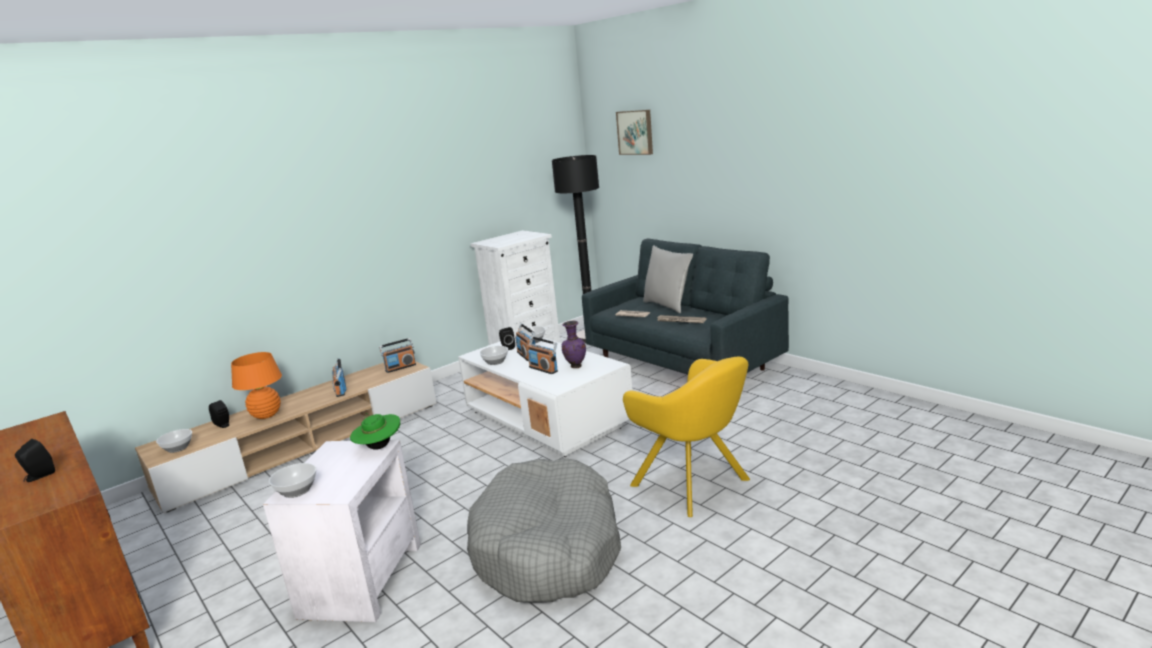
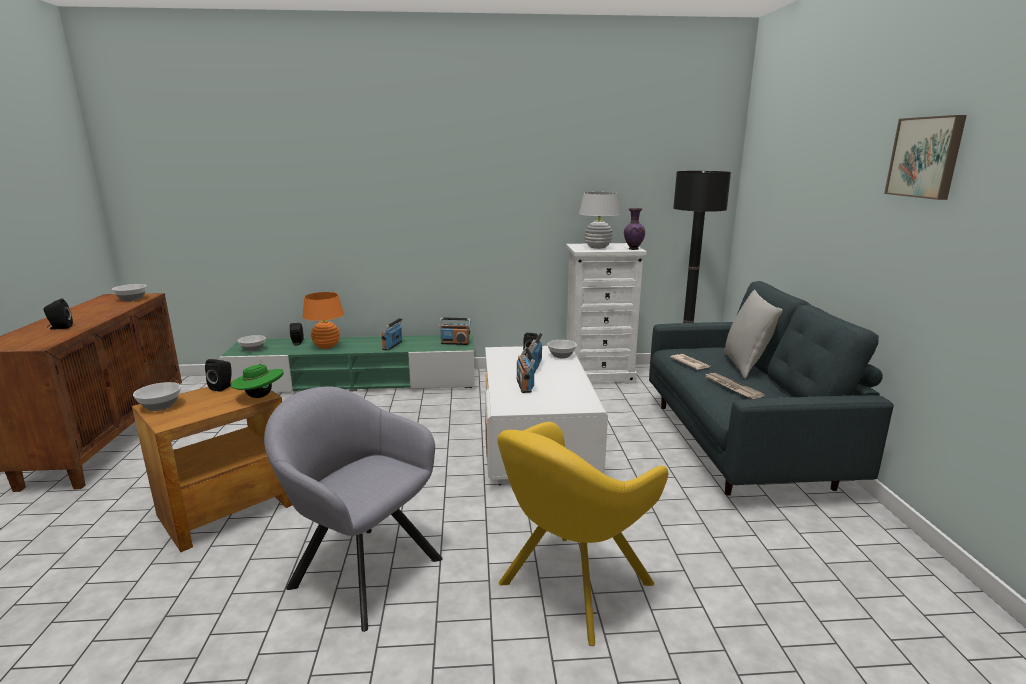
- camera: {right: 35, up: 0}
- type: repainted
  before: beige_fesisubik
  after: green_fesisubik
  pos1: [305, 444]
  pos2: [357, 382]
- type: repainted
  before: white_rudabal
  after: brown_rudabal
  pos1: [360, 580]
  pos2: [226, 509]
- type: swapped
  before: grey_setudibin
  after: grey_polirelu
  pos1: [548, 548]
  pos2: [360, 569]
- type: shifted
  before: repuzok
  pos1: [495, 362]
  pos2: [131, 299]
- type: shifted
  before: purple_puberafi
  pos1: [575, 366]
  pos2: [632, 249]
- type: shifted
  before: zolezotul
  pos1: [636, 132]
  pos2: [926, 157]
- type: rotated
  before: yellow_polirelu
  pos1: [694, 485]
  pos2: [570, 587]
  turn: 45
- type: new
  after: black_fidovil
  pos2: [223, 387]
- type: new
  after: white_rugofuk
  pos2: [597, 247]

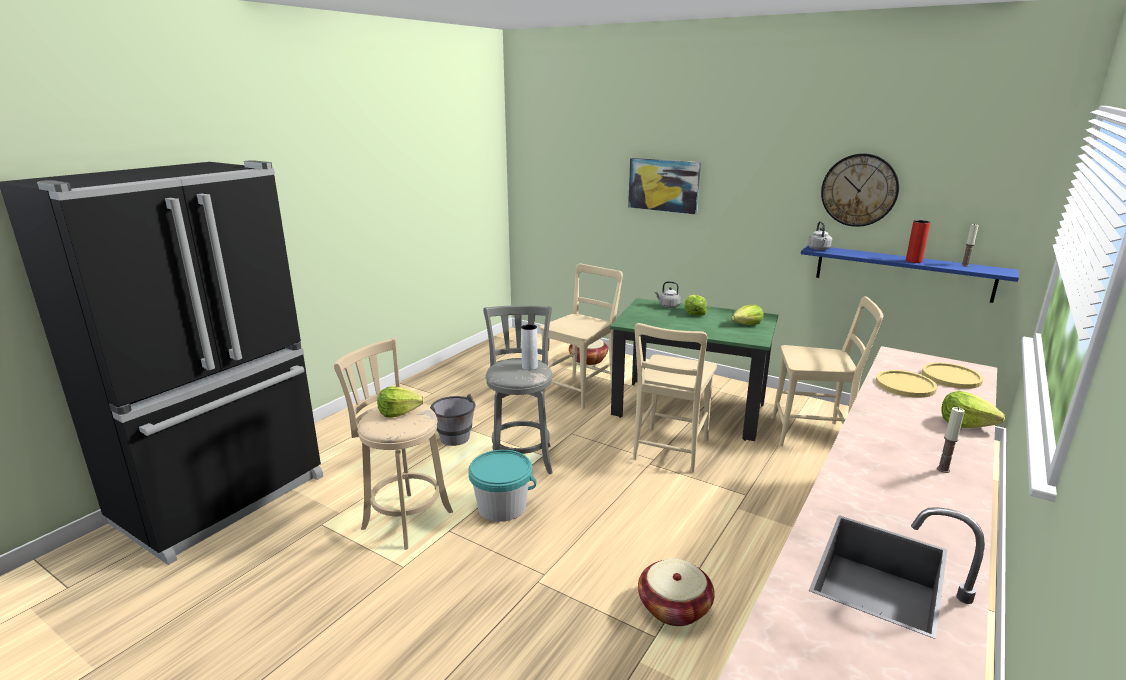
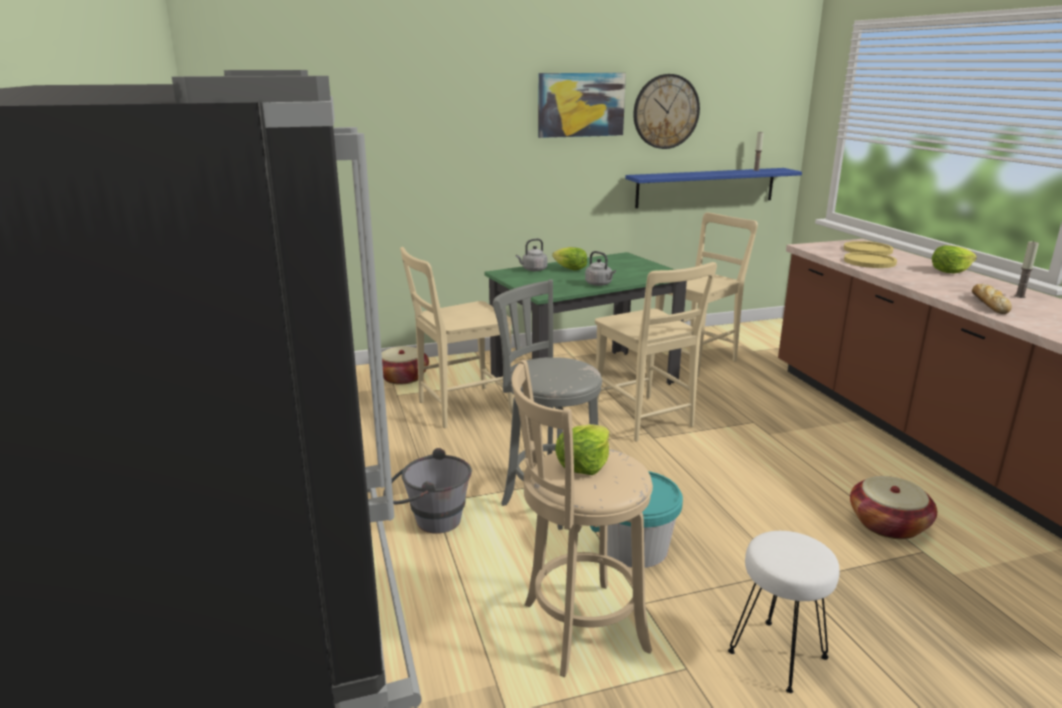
- camera: {right: -50, up: 0}
- type: gone
  before: grey_puberafi
  pos1: [529, 367]
- type: rotated
  before: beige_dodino
  pos1: [580, 390]
  pos2: [460, 408]
  turn: -105
- type: shifted
  before: zolezotul
  pos1: [663, 185]
  pos2: [581, 105]
- type: gone
  before: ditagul
  pos1: [747, 325]
- type: shifted
  before: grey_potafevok
  pos1: [819, 249]
  pos2: [599, 284]
- type: gone
  before: red_puberafi
  pos1: [913, 261]
- type: new
  after: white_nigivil
  pos2: [776, 655]
- type: new
  after: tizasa
  pos2: [988, 304]

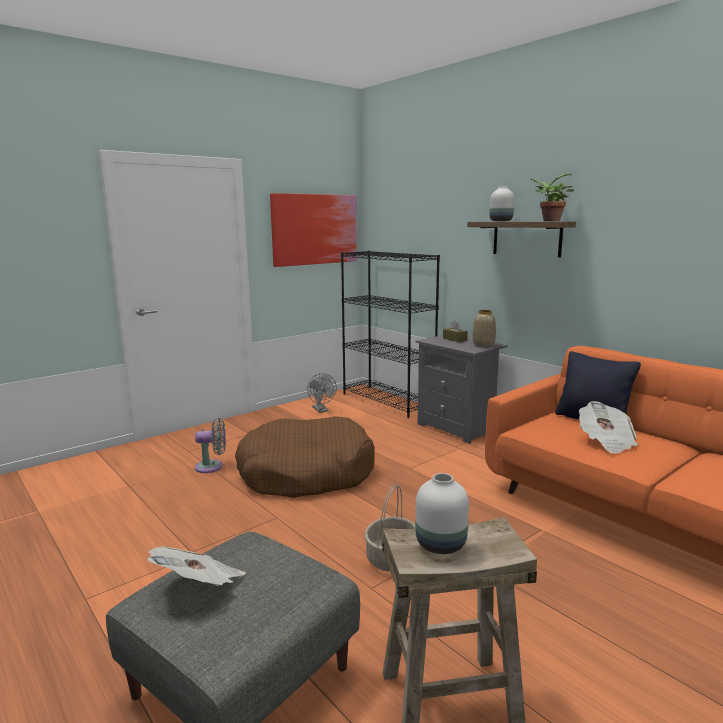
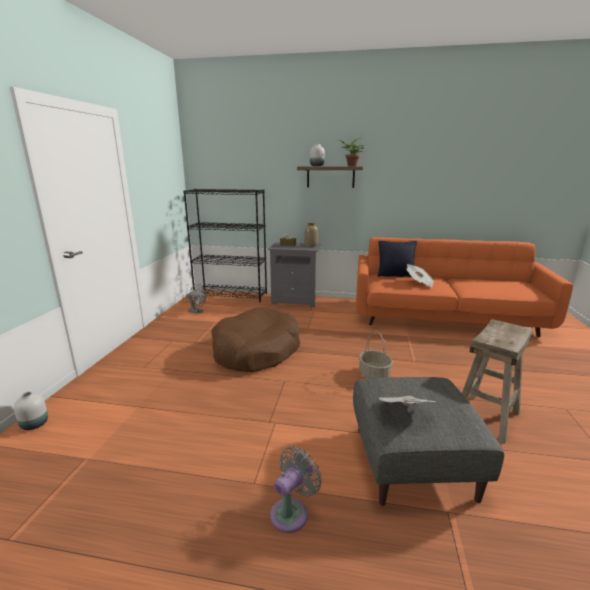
- camera: {right: -40, up: 5}
- type: shifted
  before: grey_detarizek
  pos1: [212, 466]
  pos2: [292, 512]
- type: gone
  before: zolezotul
  pos1: [315, 229]
- type: shifted
  before: white_puberafi
  pos1: [441, 545]
  pos2: [35, 424]

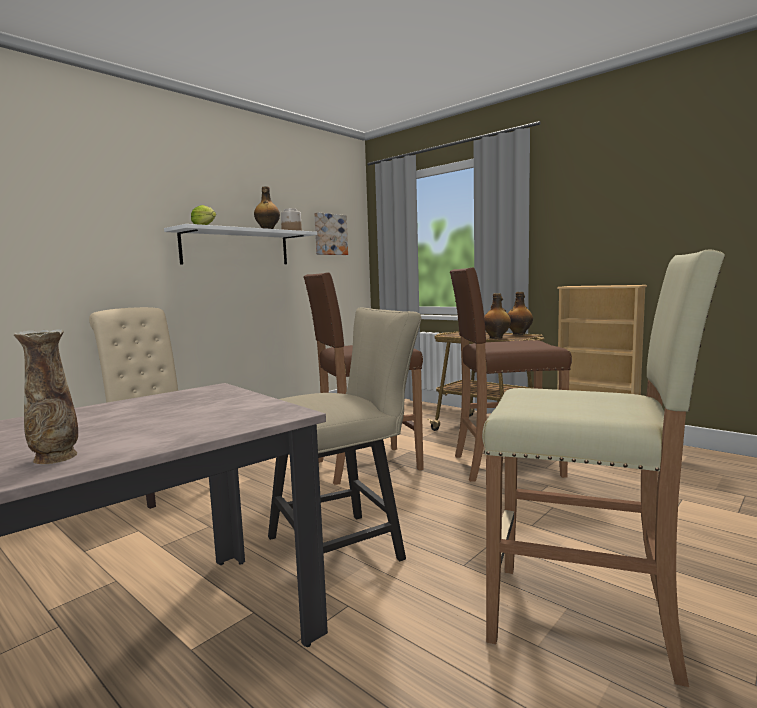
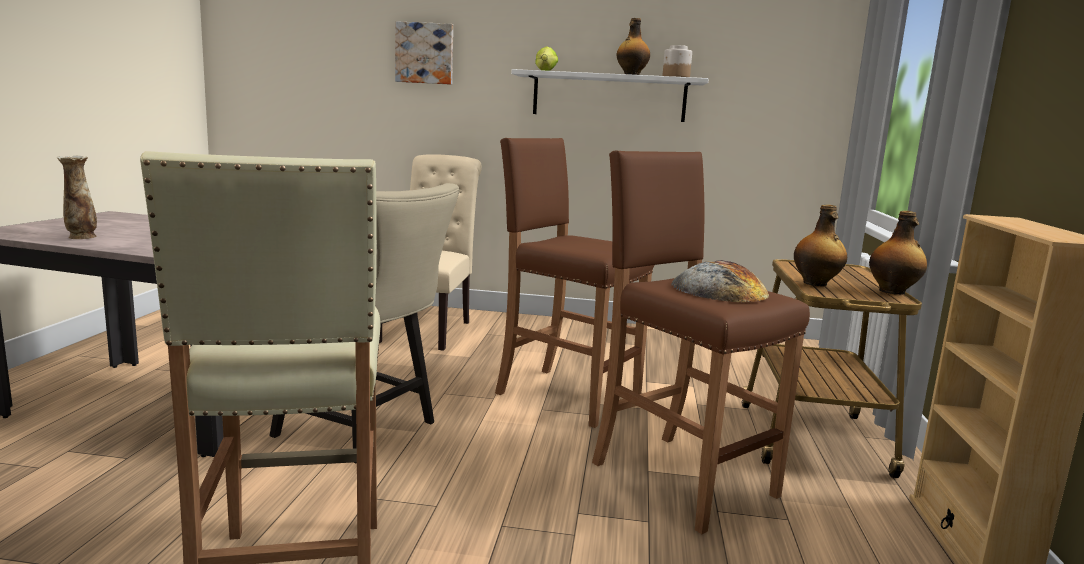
- camera: {right: 55, up: 5}
- type: shifted
  before: zolezotul
  pos1: [330, 234]
  pos2: [425, 53]
- type: new
  after: tizasa
  pos2: [718, 290]

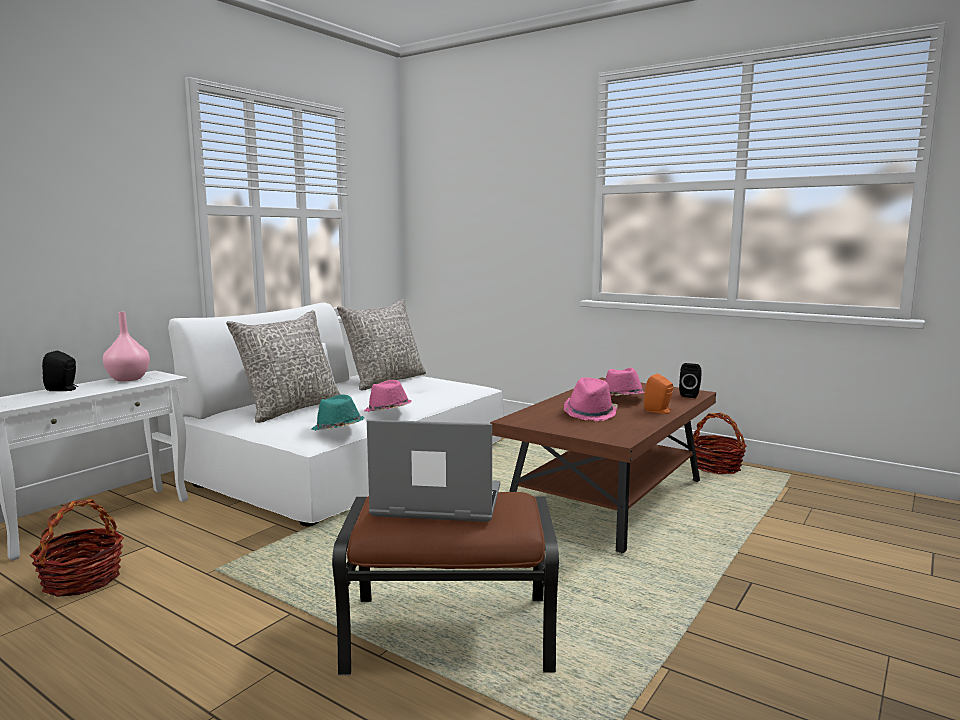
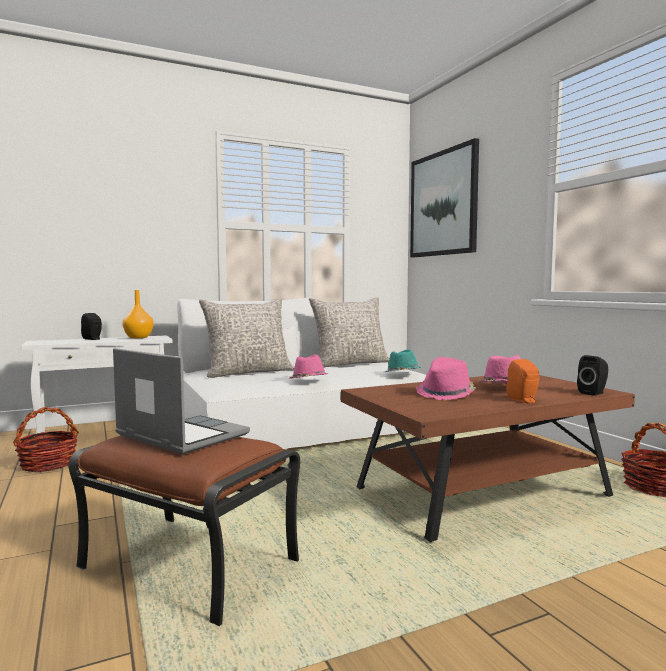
- camera: {right: 30, up: -5}
- type: repainted
  before: pink_puberafi
  after: orange_puberafi
  pos1: [127, 379]
  pos2: [138, 337]
- type: shifted
  before: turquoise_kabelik
  pos1: [337, 429]
  pos2: [402, 374]
- type: new
  after: zolezotul
  pos2: [443, 203]

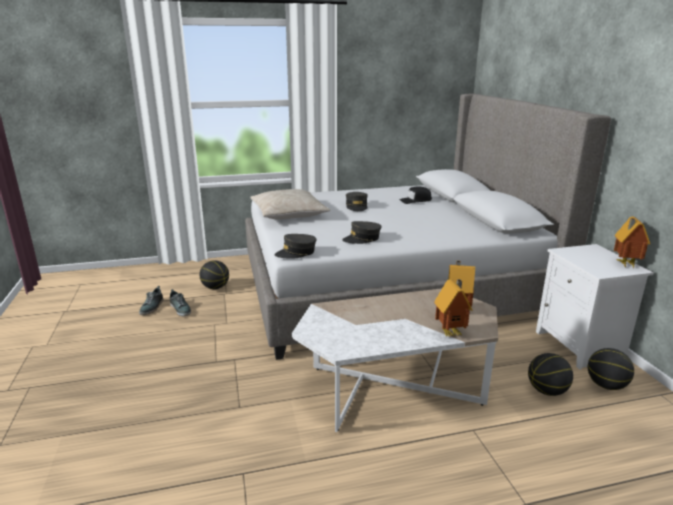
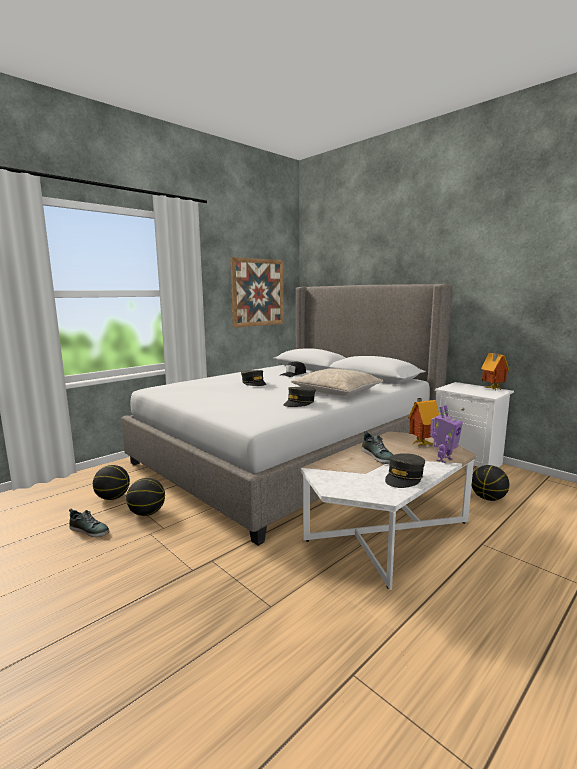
- camera: {right: -30, up: -10}
- type: shifted
  before: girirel
  pos1: [152, 307]
  pos2: [378, 456]
- type: shifted
  before: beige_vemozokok
  pos1: [288, 213]
  pos2: [337, 391]
- type: shifted
  before: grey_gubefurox
  pos1: [296, 253]
  pos2: [404, 478]
- type: swapped
  before: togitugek
  after: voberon
  pos1: [451, 332]
  pos2: [443, 459]
- type: shifted
  before: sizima
  pos1: [606, 385]
  pos2: [147, 513]
- type: new
  after: zolezotul
  pos2: [257, 292]

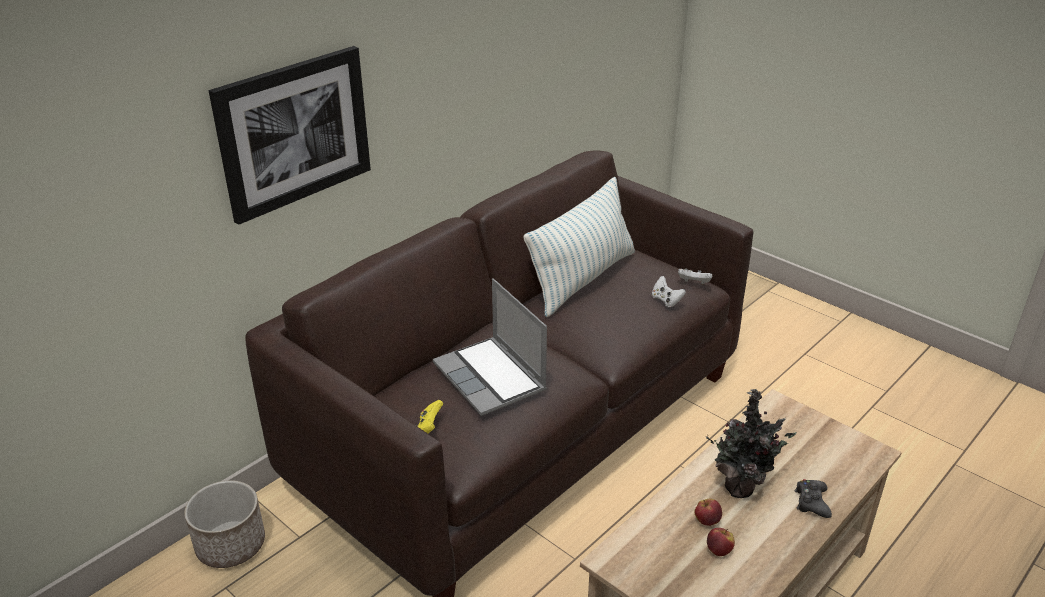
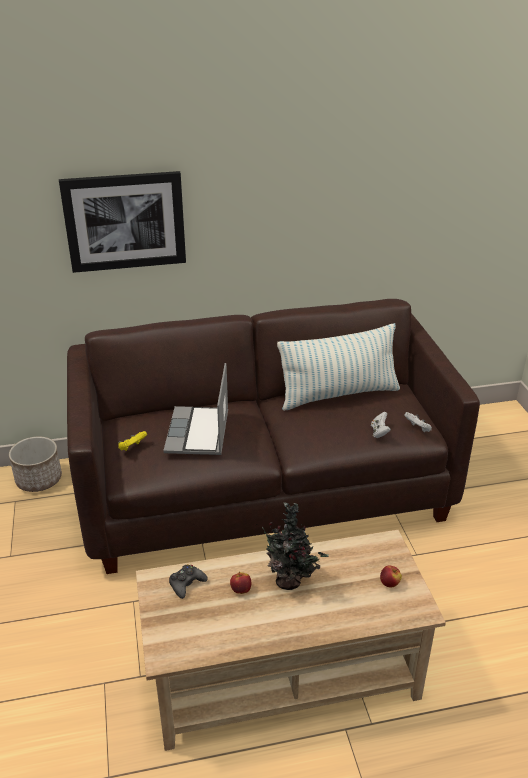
- camera: {right: 35, up: 0}
- type: shifted
  before: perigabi
  pos1: [718, 550]
  pos2: [389, 583]
- type: shifted
  before: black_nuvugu
  pos1: [811, 502]
  pos2: [186, 584]

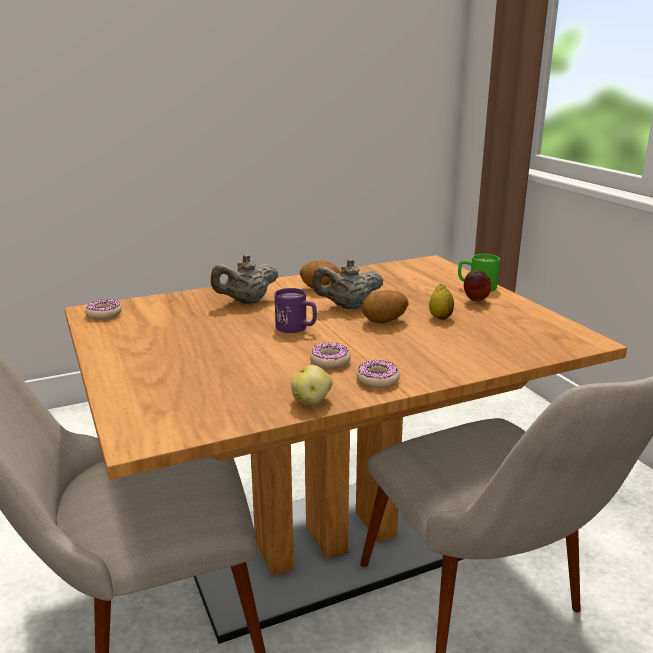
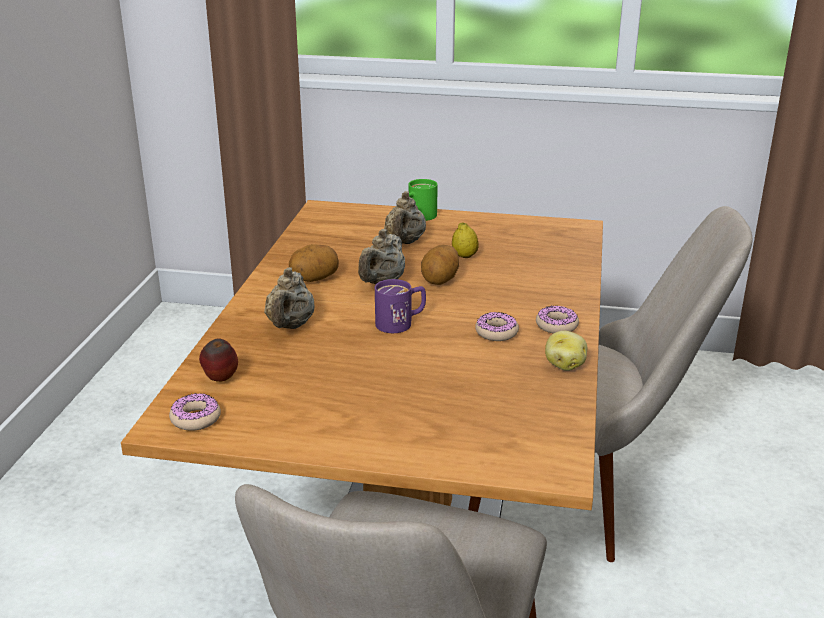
- camera: {right: -55, up: 5}
- type: shifted
  before: perigabi
  pos1: [475, 301]
  pos2: [220, 380]
- type: new
  after: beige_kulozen
  pos2: [404, 242]

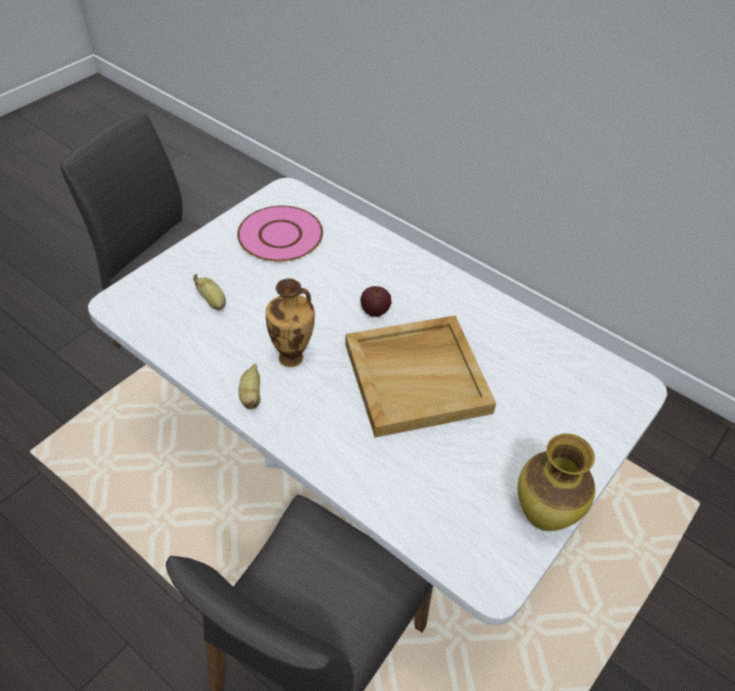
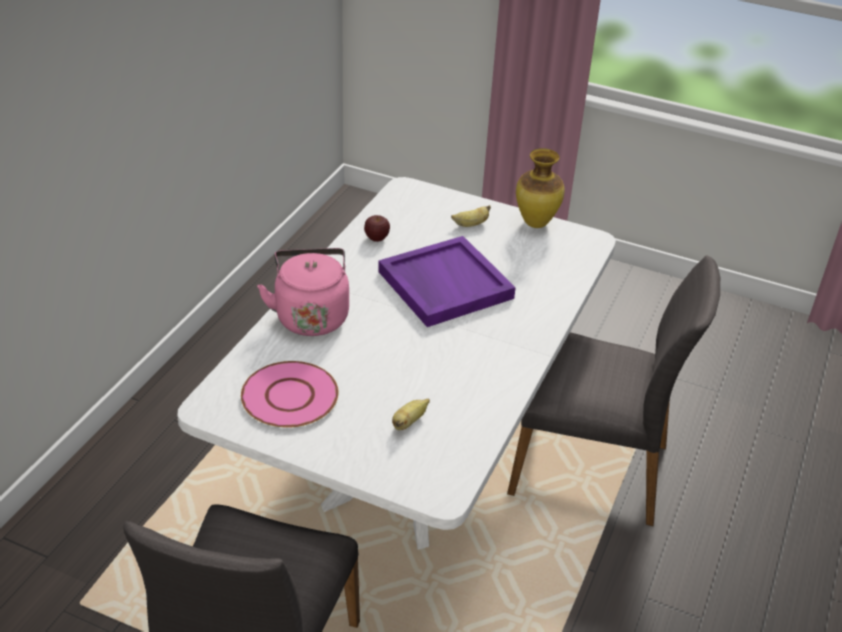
- camera: {right: -105, up: -10}
- type: shifted
  before: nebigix
  pos1: [251, 395]
  pos2: [470, 224]
- type: gone
  before: puberafi
  pos1: [293, 358]
- type: repainted
  before: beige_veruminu
  after: purple_veruminu
  pos1: [417, 377]
  pos2: [444, 284]
- type: shifted
  before: perigabi
  pos1: [375, 311]
  pos2: [376, 238]
- type: new
  after: pink_potafevok
  pos2: [311, 316]

